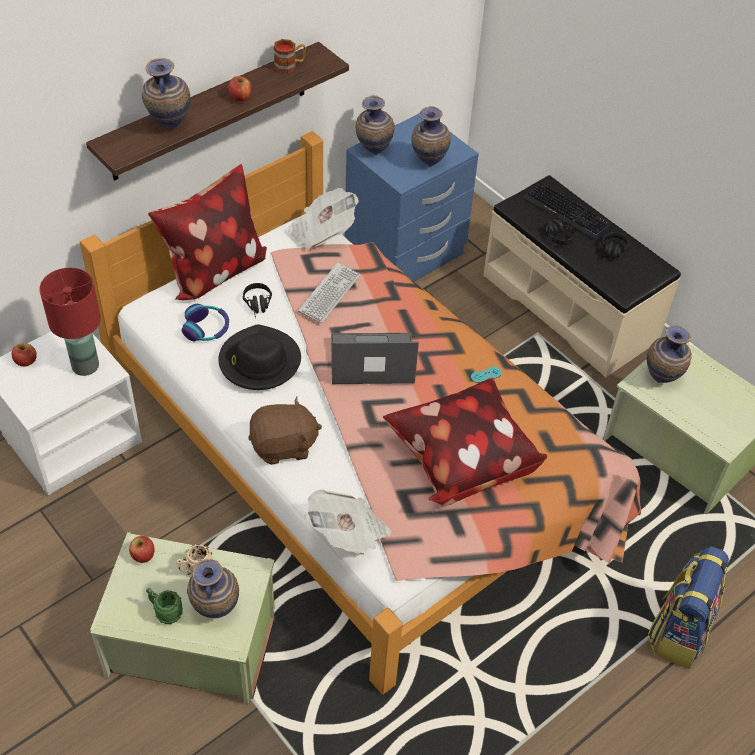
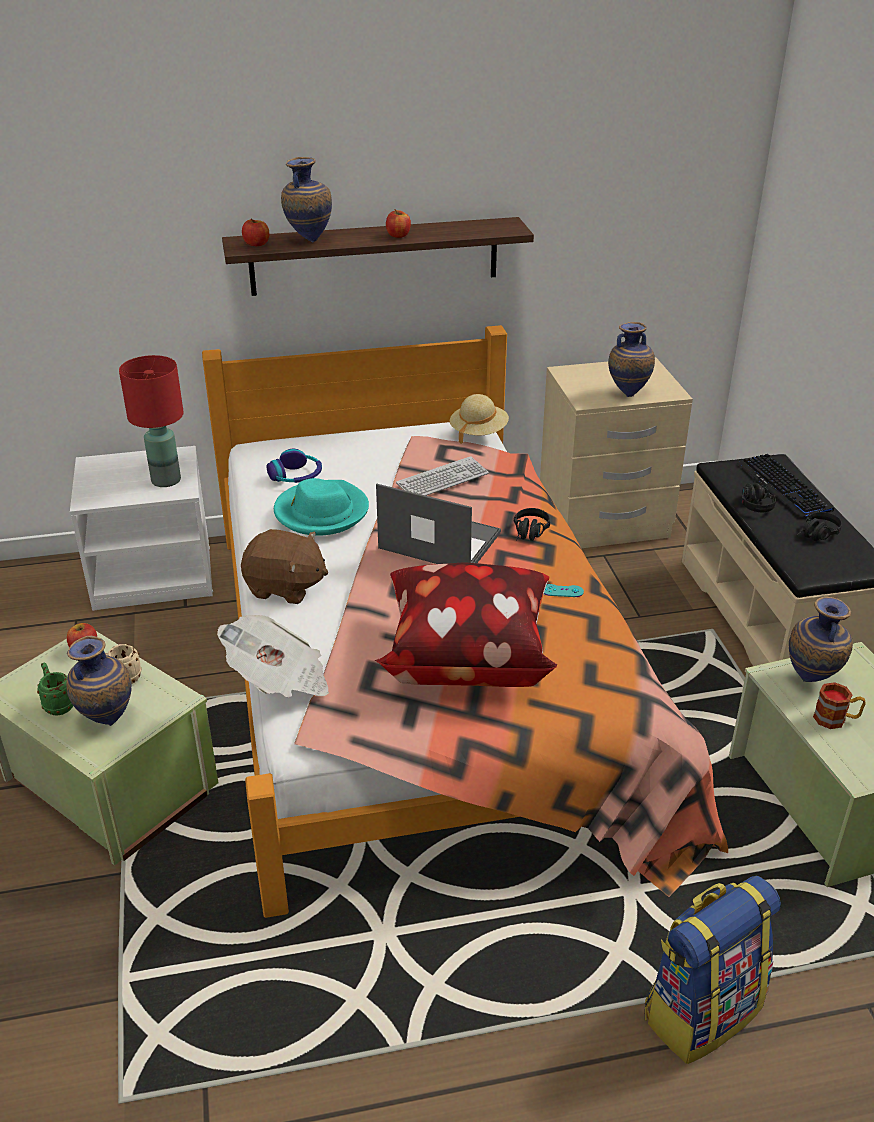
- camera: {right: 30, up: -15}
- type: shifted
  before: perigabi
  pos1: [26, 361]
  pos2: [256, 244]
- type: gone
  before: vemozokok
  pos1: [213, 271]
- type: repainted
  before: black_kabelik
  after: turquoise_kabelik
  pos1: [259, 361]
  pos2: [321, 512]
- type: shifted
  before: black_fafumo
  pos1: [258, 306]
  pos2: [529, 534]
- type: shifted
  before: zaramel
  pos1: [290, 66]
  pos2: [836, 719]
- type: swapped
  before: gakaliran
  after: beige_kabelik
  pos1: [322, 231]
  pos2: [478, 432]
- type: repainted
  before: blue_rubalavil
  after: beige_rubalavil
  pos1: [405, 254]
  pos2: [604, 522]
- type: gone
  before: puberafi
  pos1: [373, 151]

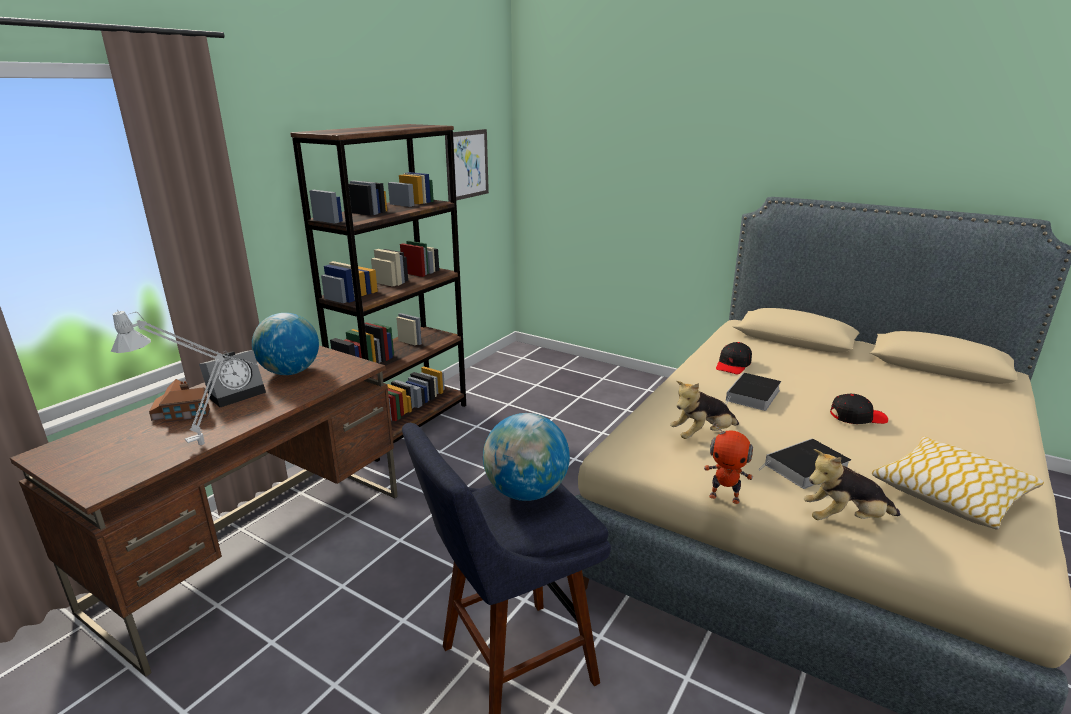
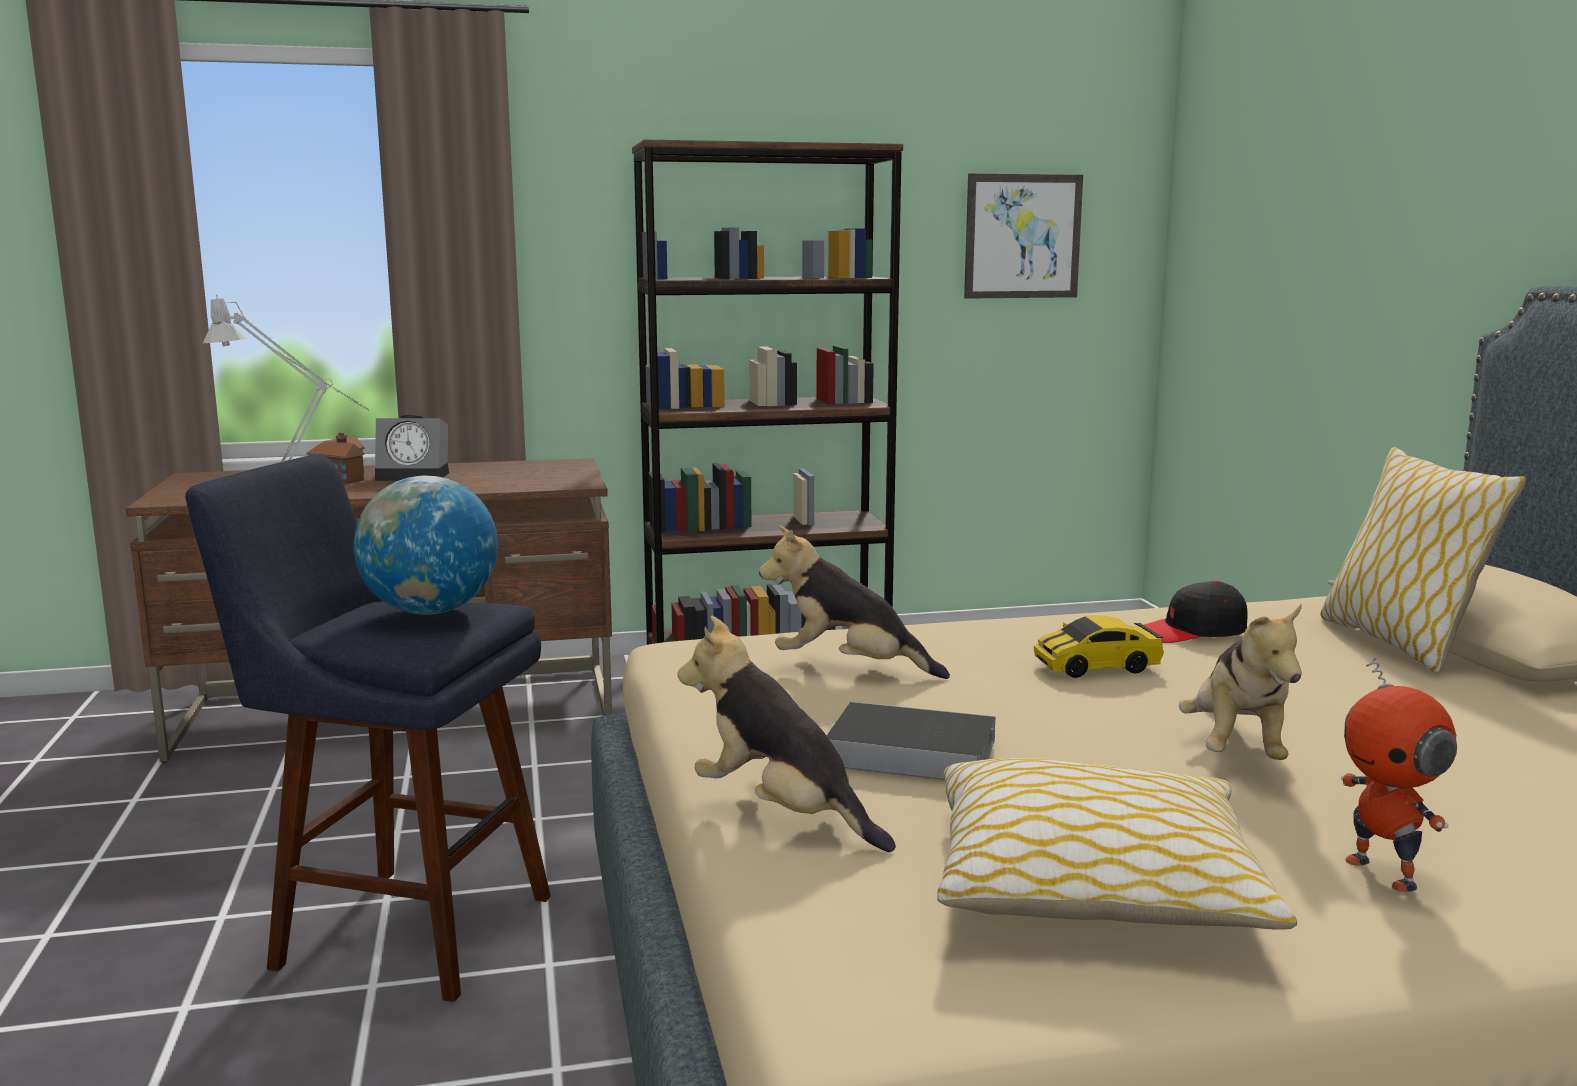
- camera: {right: 45, up: -10}
- type: gone
  before: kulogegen
  pos1: [290, 372]
- type: shifted
  before: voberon
  pos1: [724, 497]
  pos2: [1384, 873]
- type: swapped
  before: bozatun
  after: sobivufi
  pos1: [753, 396]
  pos2: [1096, 667]
- type: swapped
  before: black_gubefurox
  after: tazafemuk
  pos1: [857, 417]
  pos2: [1236, 749]
- type: new
  after: vemozokok
  pos2: [1400, 643]

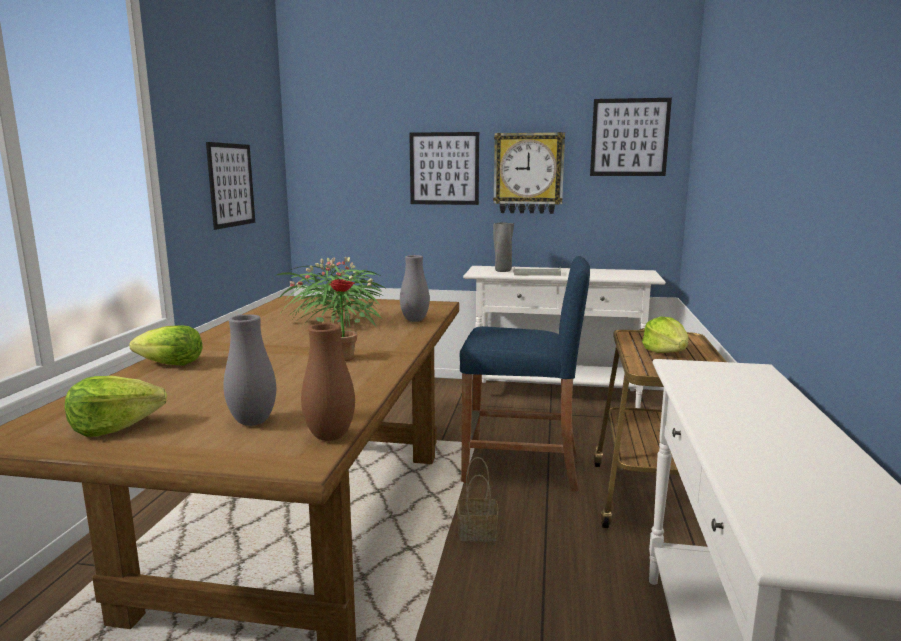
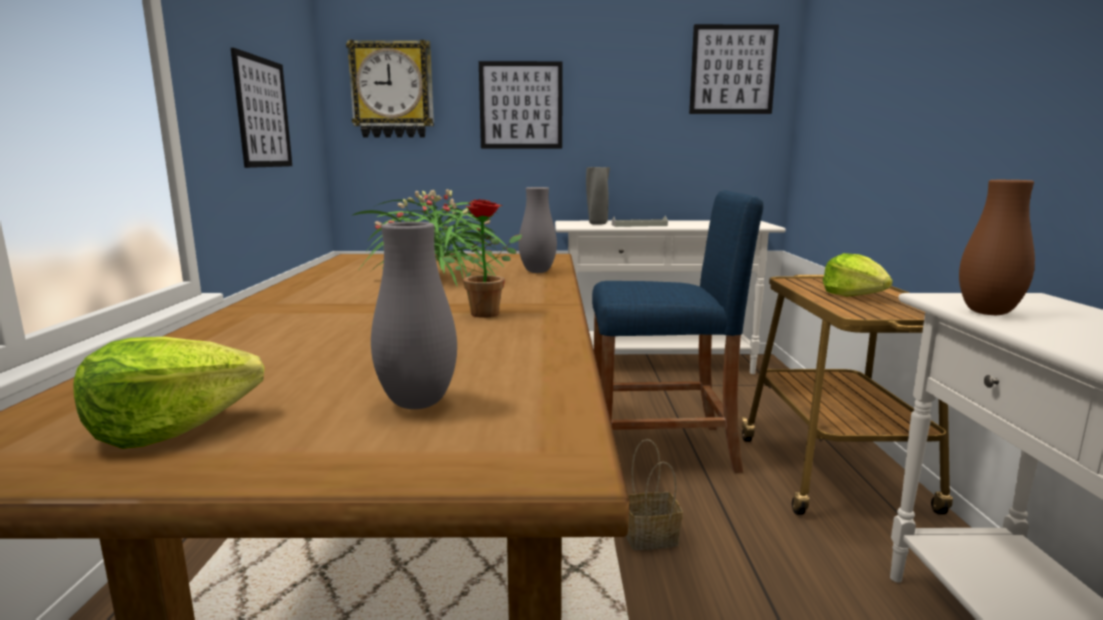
- camera: {right: -10, up: 0}
- type: gone
  before: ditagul
  pos1: [171, 364]
- type: shifted
  before: brown_puberafi
  pos1: [330, 436]
  pos2: [988, 312]
- type: shifted
  before: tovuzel
  pos1: [528, 173]
  pos2: [392, 90]

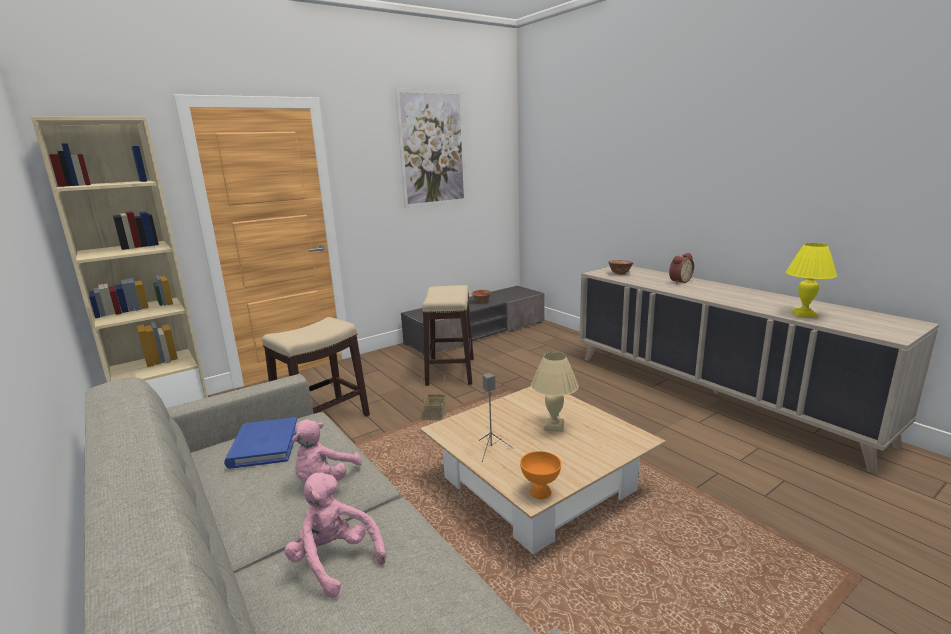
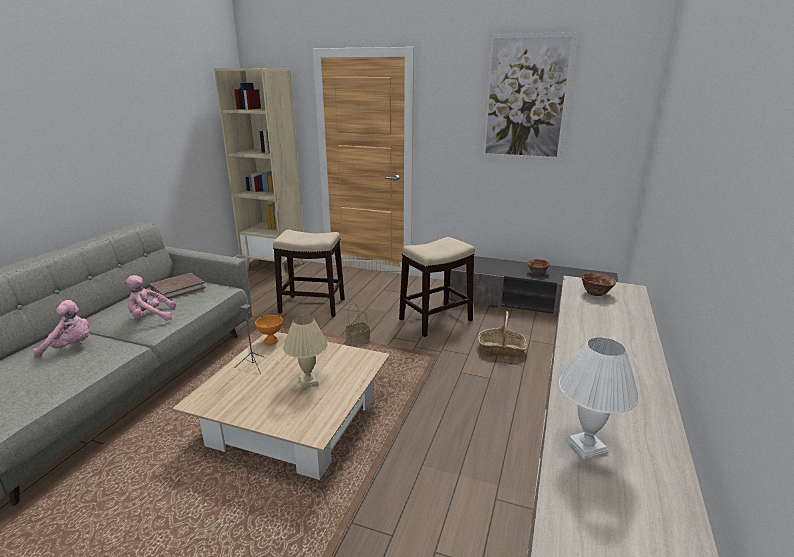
- camera: {right: 55, up: 5}
- type: repainted
  before: blue_bozatun
  after: brown_bozatun
  pos1: [264, 446]
  pos2: [178, 288]
- type: rotated
  before: pink_tazafemuk
  pos1: [335, 561]
  pos2: [71, 347]
  turn: 75
- type: shifted
  before: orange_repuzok
  pos1: [539, 492]
  pos2: [271, 341]
- type: gone
  before: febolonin
  pos1: [679, 281]
- type: repainted
  before: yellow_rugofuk
  after: white_rugofuk
  pos1: [803, 314]
  pos2: [585, 446]
- type: new
  after: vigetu
  pos2: [501, 349]

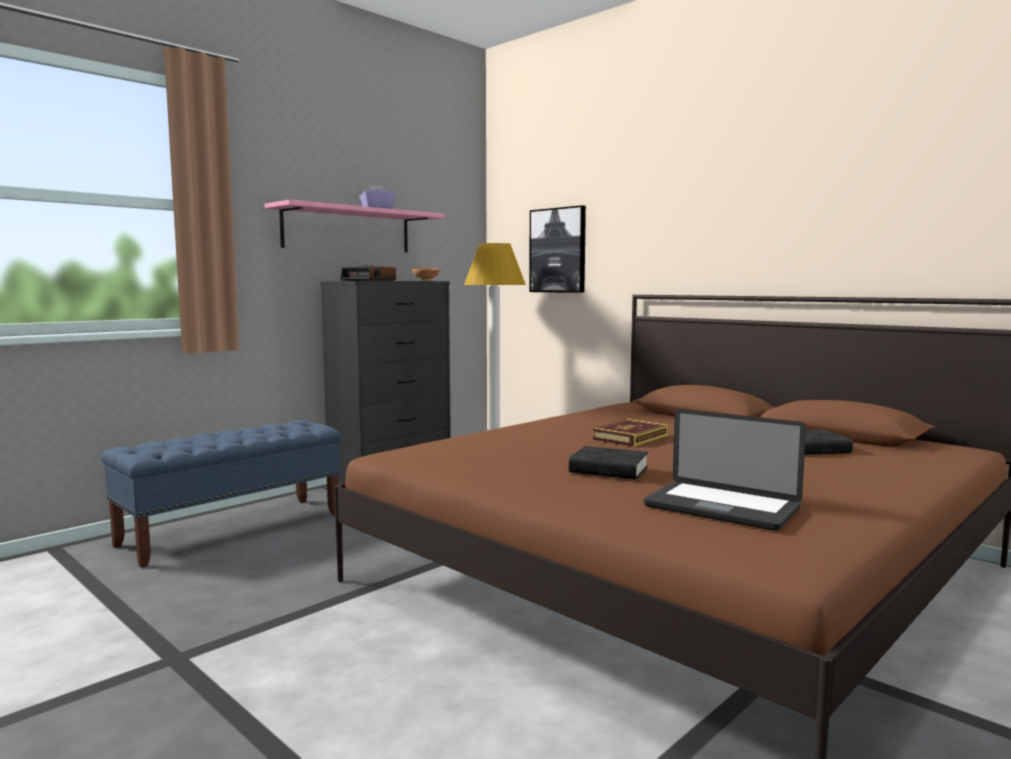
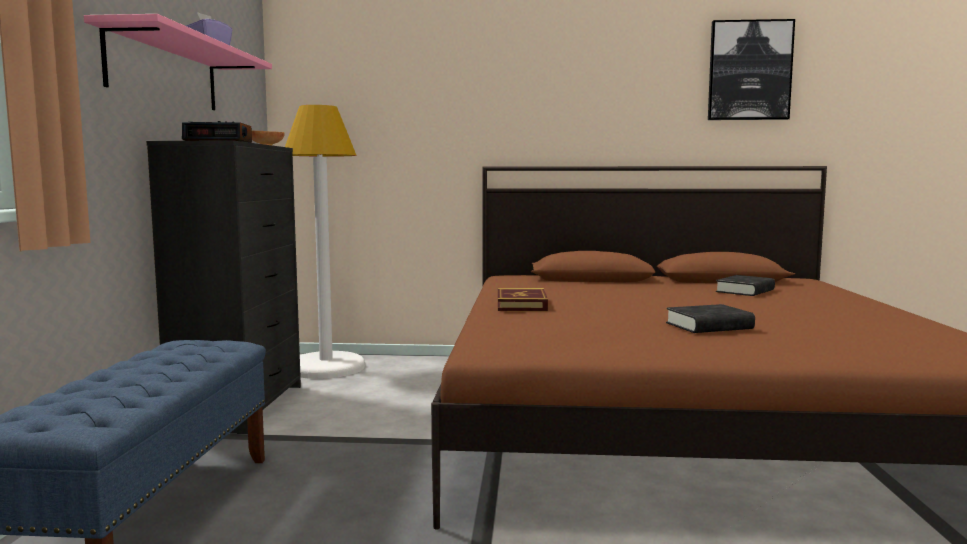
- camera: {right: -40, up: 0}
- type: shifted
  before: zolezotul
  pos1: [558, 250]
  pos2: [749, 71]
- type: shifted
  before: bozatun
  pos1: [630, 437]
  pos2: [521, 304]
- type: gone
  before: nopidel
  pos1: [721, 508]

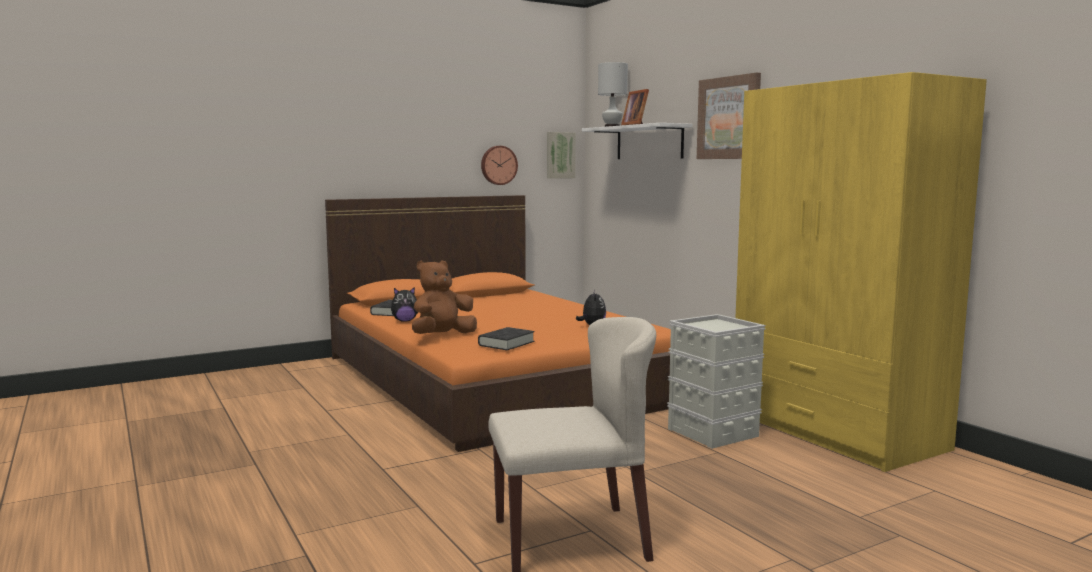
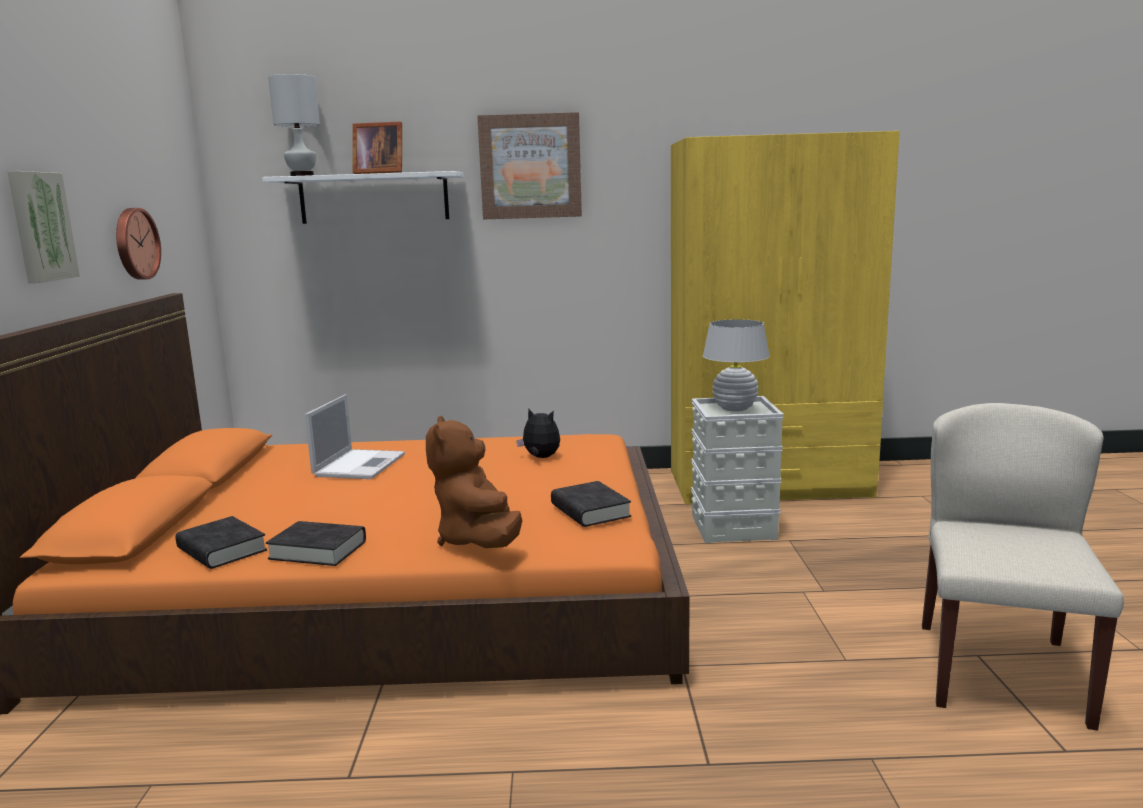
- camera: {right: -60, up: 5}
- type: swapped
  before: tazafemuk
  after: black_bozatun
  pos1: [405, 321]
  pos2: [318, 550]
- type: shifted
  before: zolezotul
  pos1: [560, 155]
  pos2: [40, 226]
- type: new
  after: nopidel
  pos2: [360, 464]
- type: new
  after: white_rugofuk
  pos2: [734, 408]

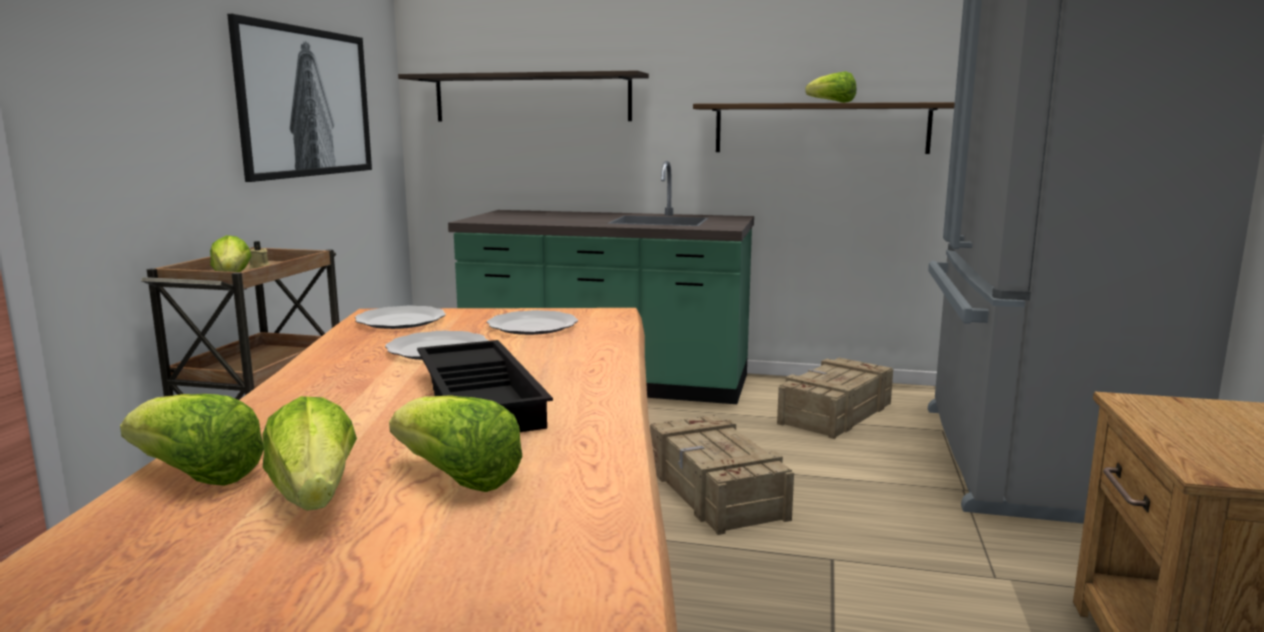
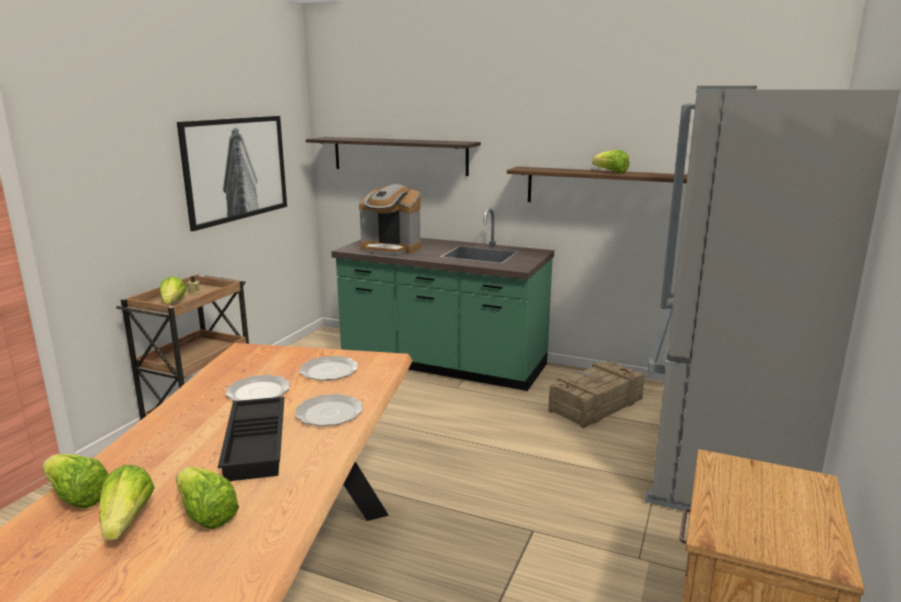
- camera: {right: 10, up: 5}
- type: shifted
  before: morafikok
  pos1: [400, 321]
  pos2: [329, 412]
- type: gone
  before: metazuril
  pos1: [714, 492]
- type: new
  after: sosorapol
  pos2: [391, 248]

